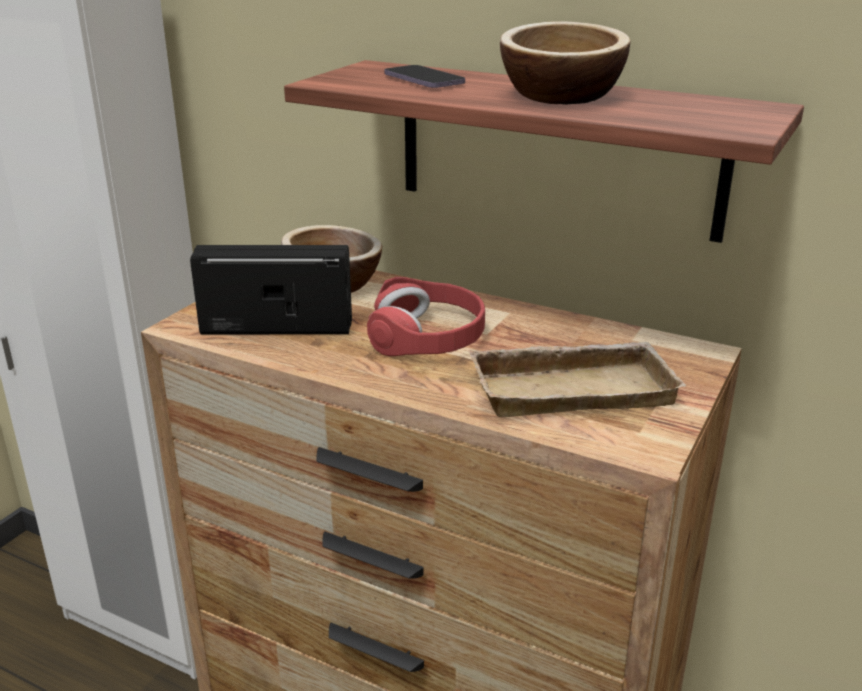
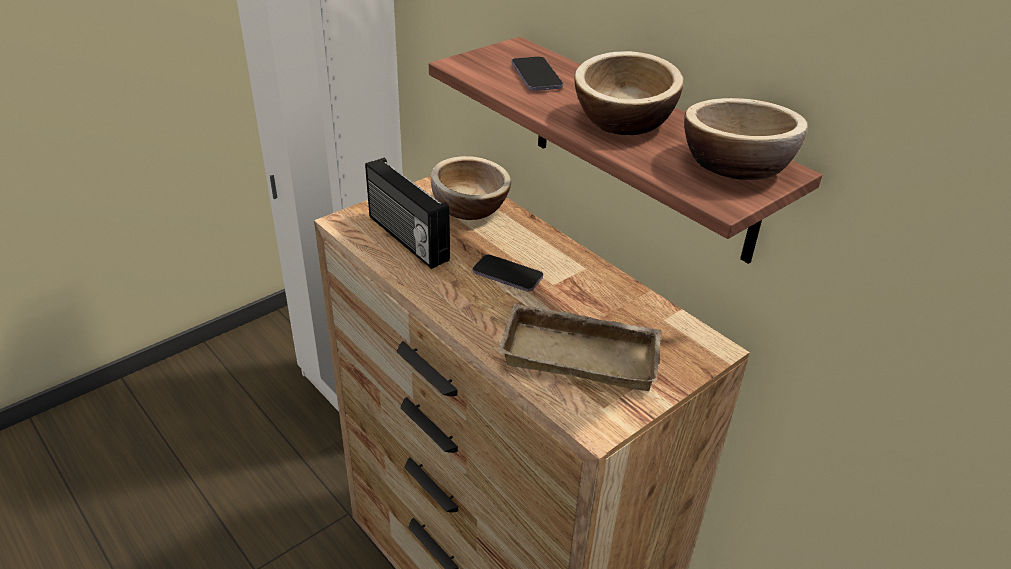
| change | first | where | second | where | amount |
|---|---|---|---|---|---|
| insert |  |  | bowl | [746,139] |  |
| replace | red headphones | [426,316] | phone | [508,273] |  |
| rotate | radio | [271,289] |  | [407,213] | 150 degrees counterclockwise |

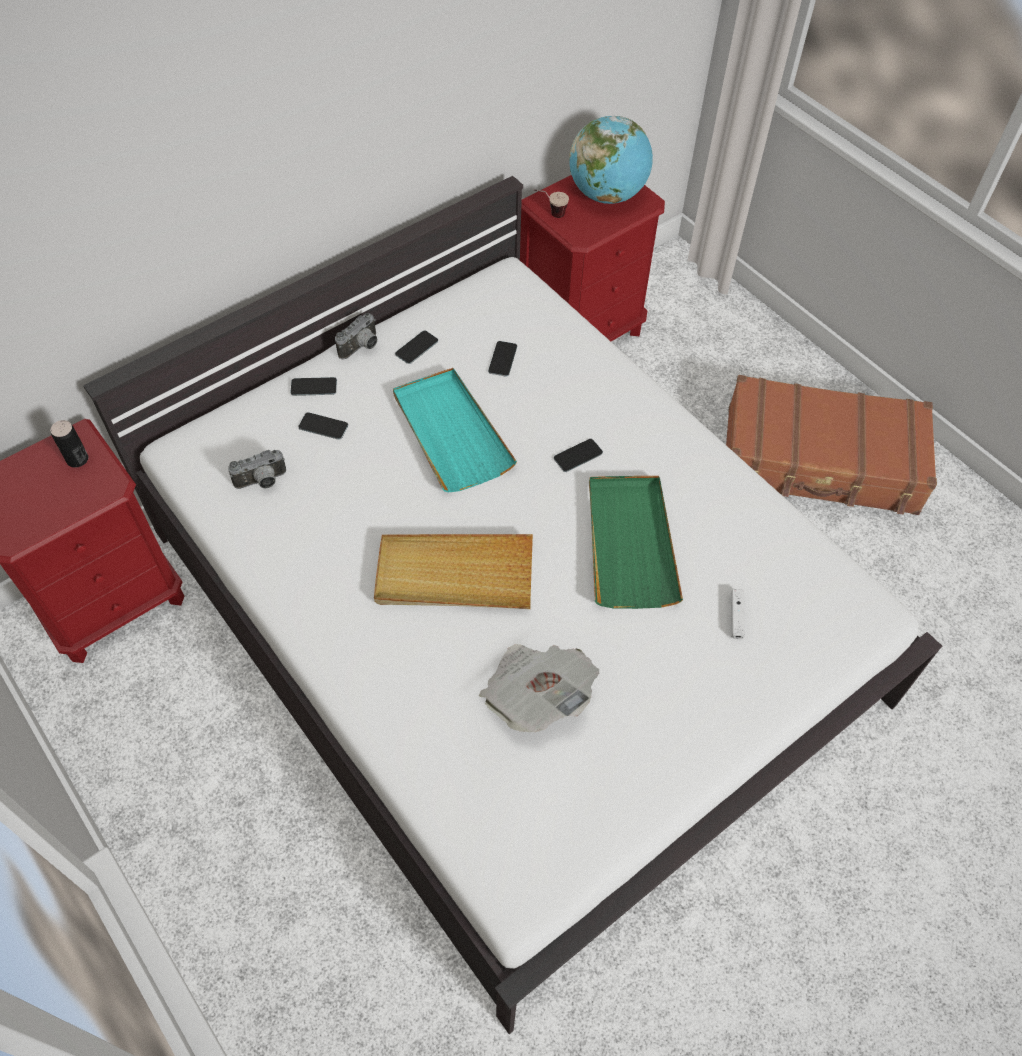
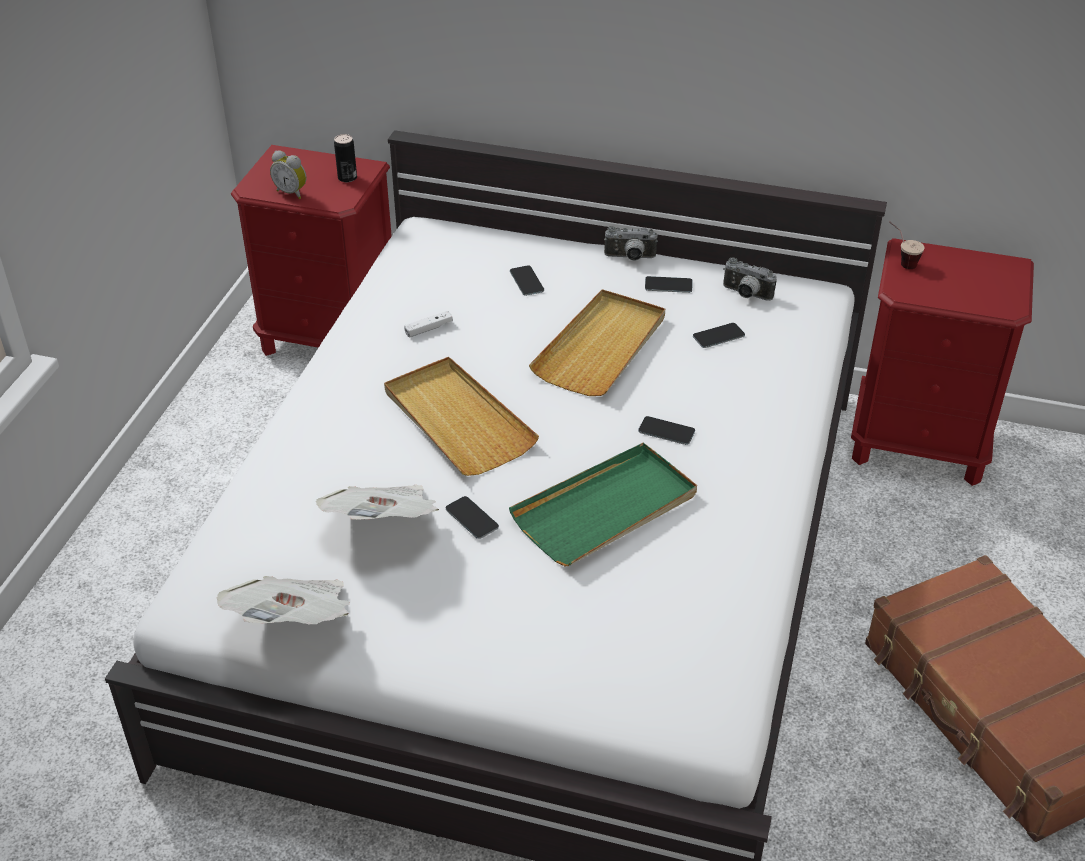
| change | first | where | second | where | amount |
|---|---|---|---|---|---|
| delete | globe | [611,160] |  |  |  |
| insert |  |  | newspaper | [283,600] |  |
| insert |  |  | alarm clock | [288,174] |  |
| move | photo camera | [257,469] |  | [750,279] |  |
| move | phone | [313,386] |  | [472,517] |  |
| move | white game controller | [738,614] |  | [428,324] |  |
| recolor | turquoise tray | [455,430] | beige tray | [597,342] |  |

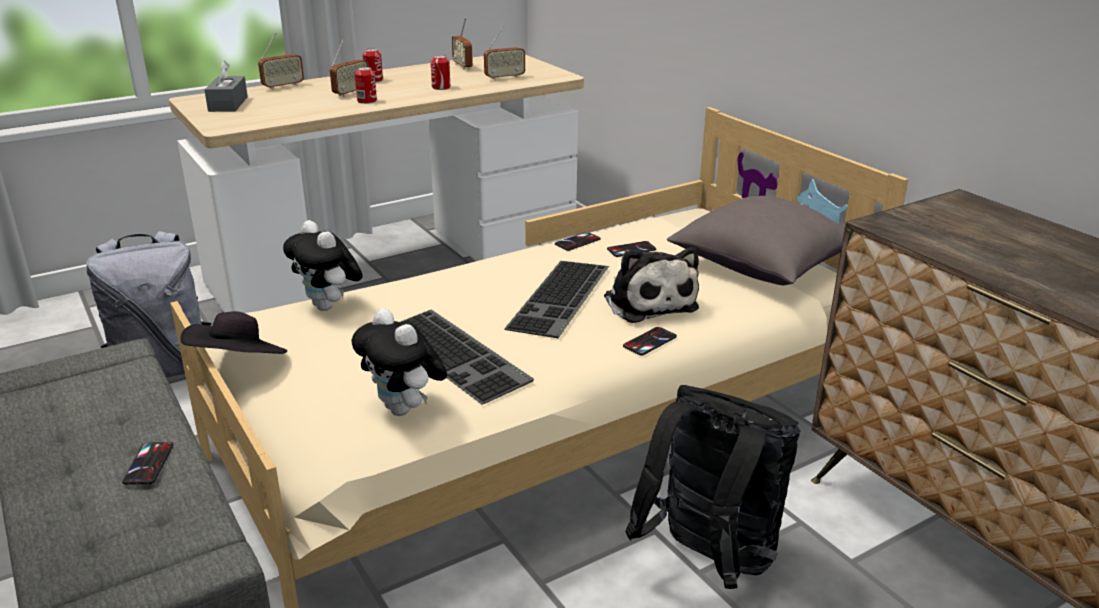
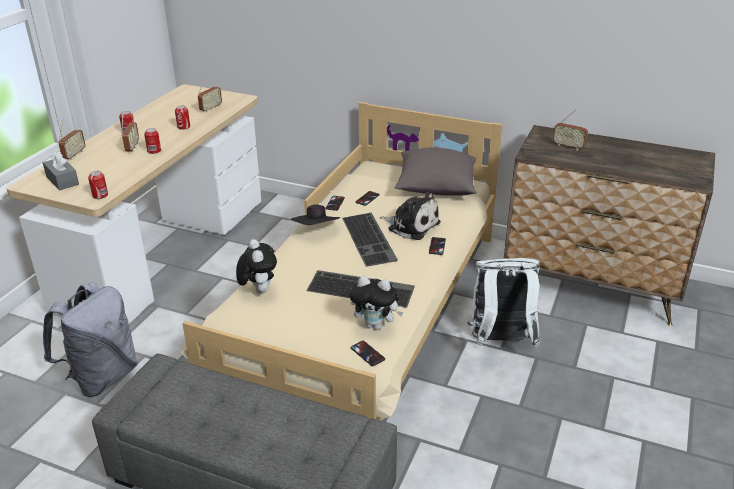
| change | first | where | second | where | amount |
|---|---|---|---|---|---|
| insert |  |  | can | [98,185] |  |
| move | phone | [147,463] |  | [368,353] |  |
| move | black hat | [233,332] |  | [316,214] |  |
| move | radio | [462,43] |  | [570,129] |  |
| recolor | black backpack | [712,487] | white backpack | [503,302] |  |
| rotate | plush toy | [323,265] |  | [256,266] | 120 degrees counterclockwise |

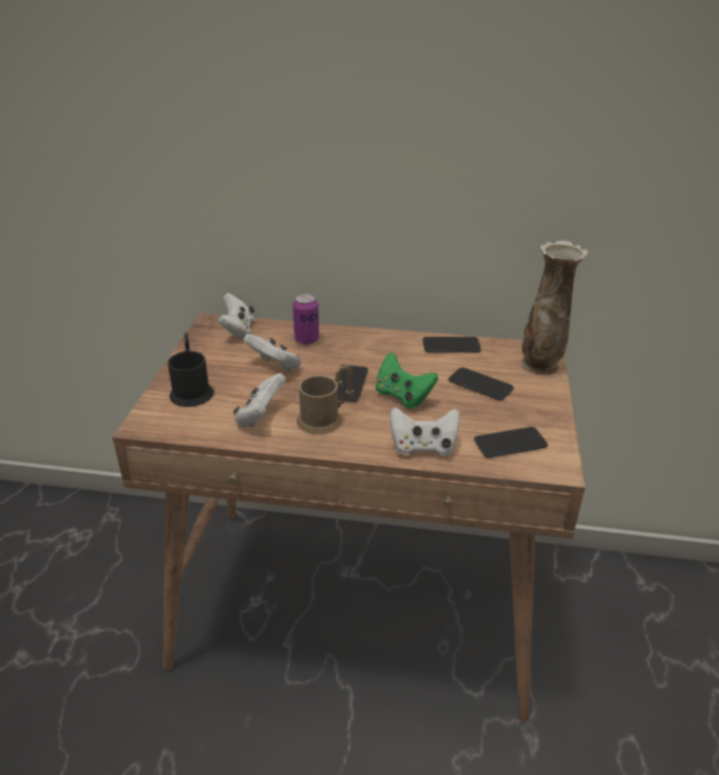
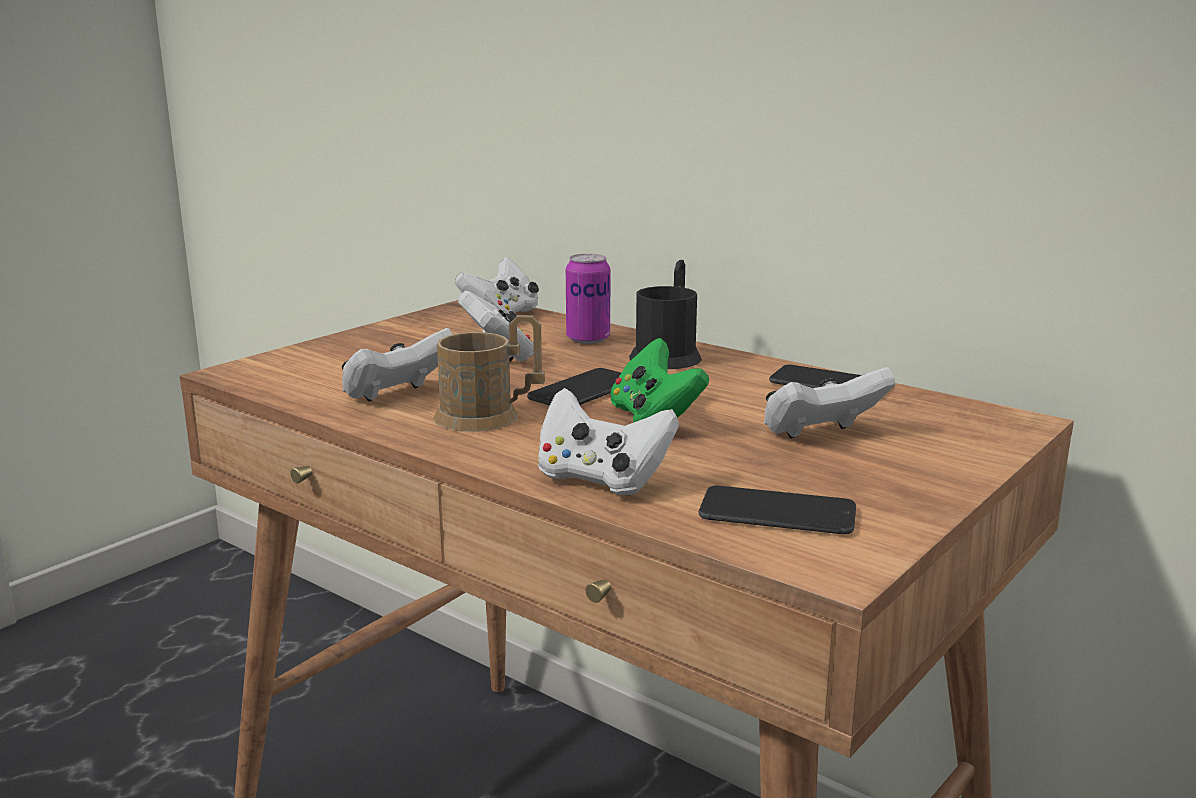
| change | first | where | second | where | amount |
|---|---|---|---|---|---|
| delete | vase | [554,308] |  |  |  |
| move | black mug | [191,370] |  | [665,314] |  |
| replace | phone | [481,384] | white game controller | [829,402] |  |

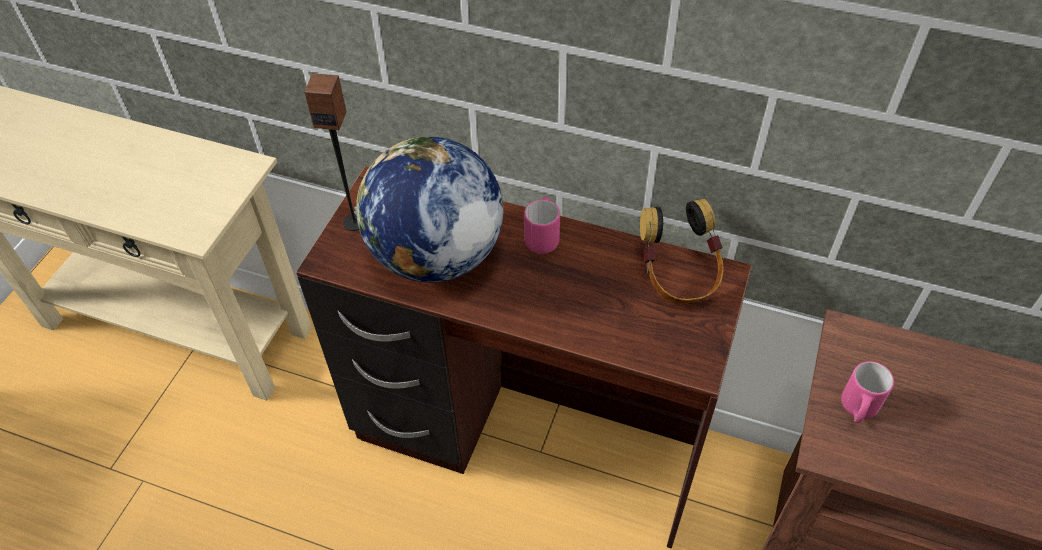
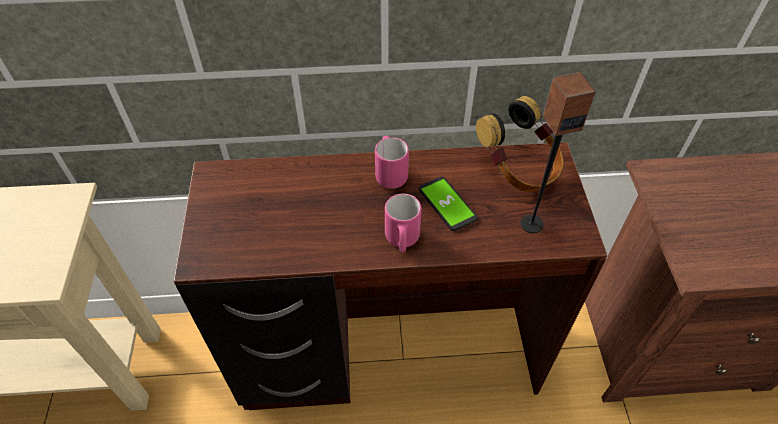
| change | first | where | second | where | amount |
|---|---|---|---|---|---|
| delete | globe | [428,209] |  |  |  |
| insert |  |  | phone | [448,204] |  |
| move | speaker | [331,152] |  | [557,152] |  |
| move | pink mug | [867,392] |  | [403,223] |  |

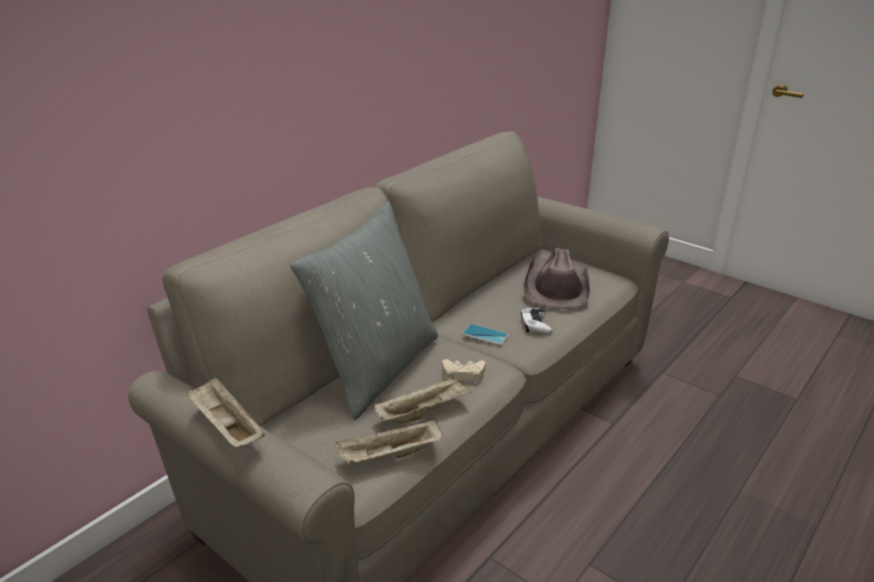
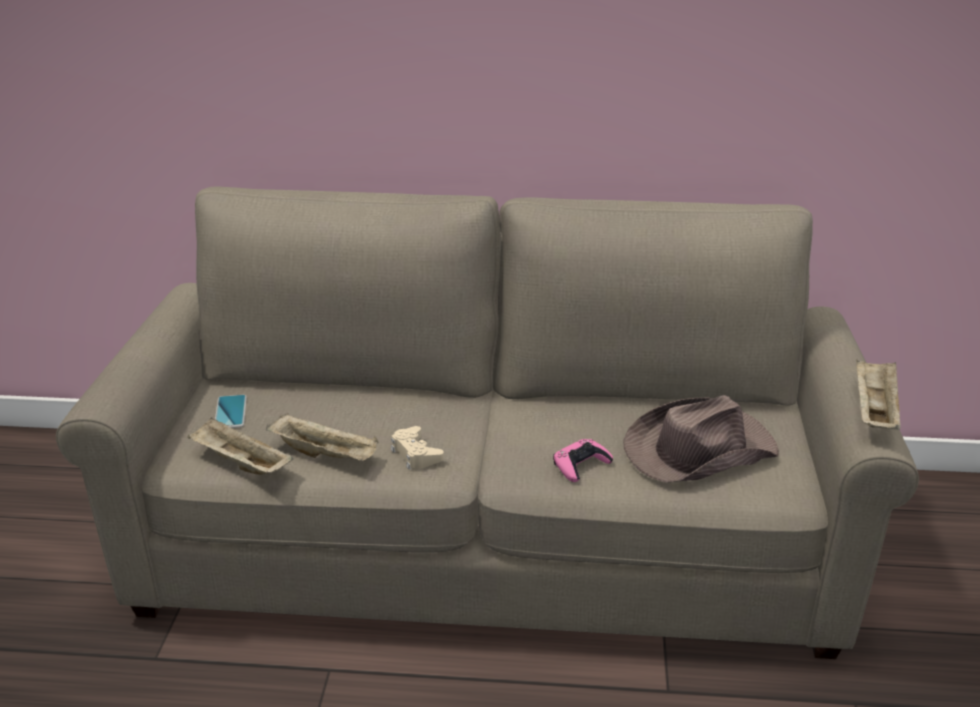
| change | first | where | second | where | amount |
|---|---|---|---|---|---|
| delete | grey pillow | [364,311] |  |  |  |
| move | beige tray | [226,412] |  | [878,394] |  |
| move | phone | [485,334] |  | [231,411] |  |
| recolor | white game controller | [537,321] | pink game controller | [583,460] |  |

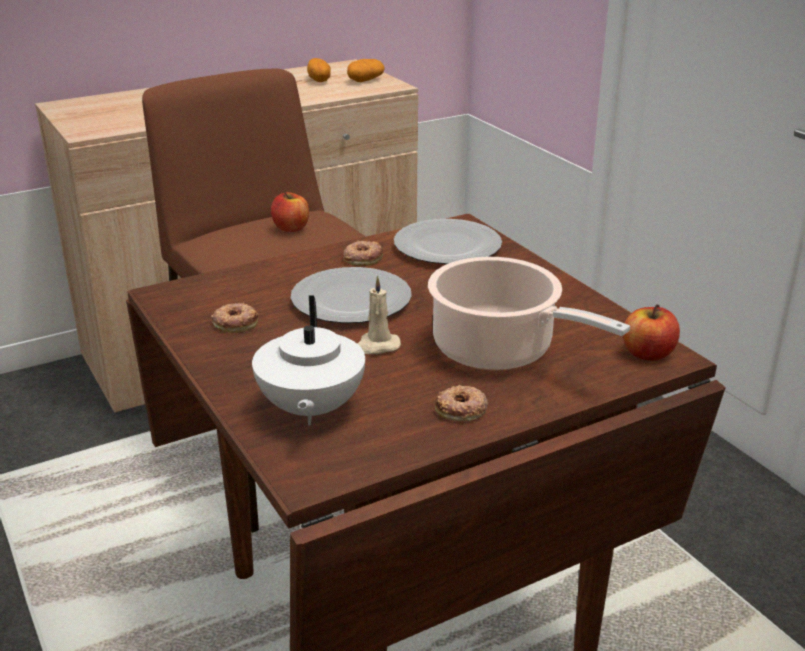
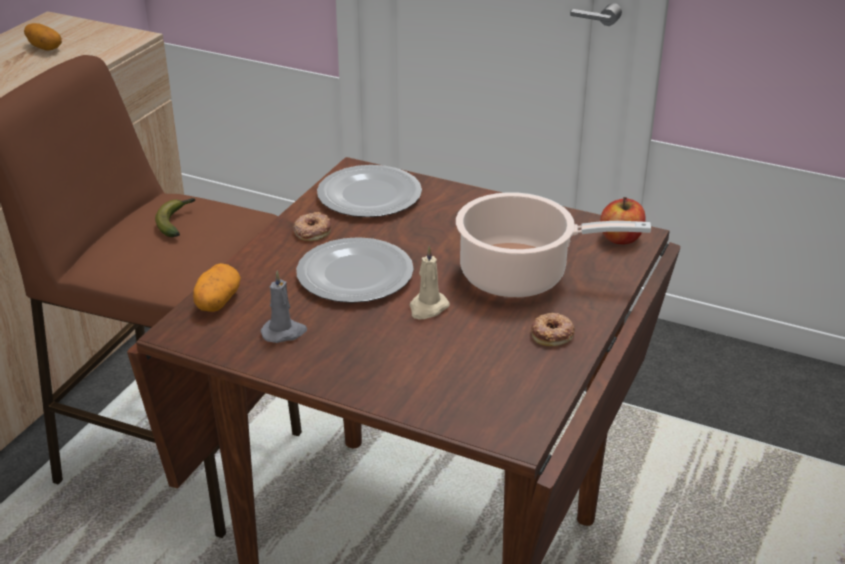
| change | first | where | second | where | amount |
|---|---|---|---|---|---|
| delete | white teapot | [308,361] |  |  |  |
| move | potato | [366,70] |  | [217,287] |  |
| replace | donut | [235,318] | grey candle | [284,306] |  |
| replace | apple | [290,212] | banana | [175,217] |  |

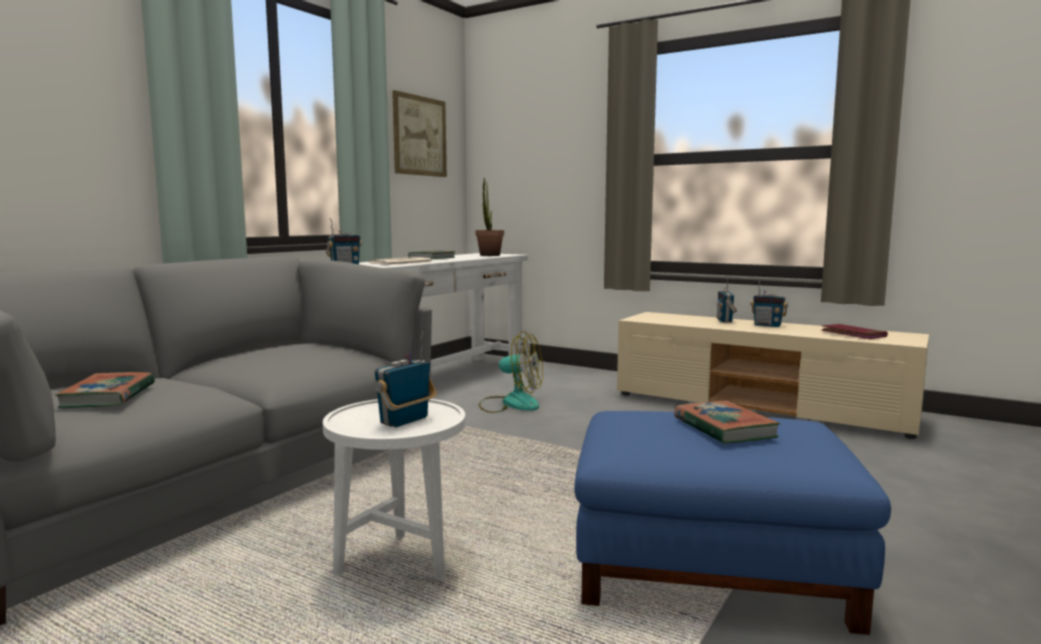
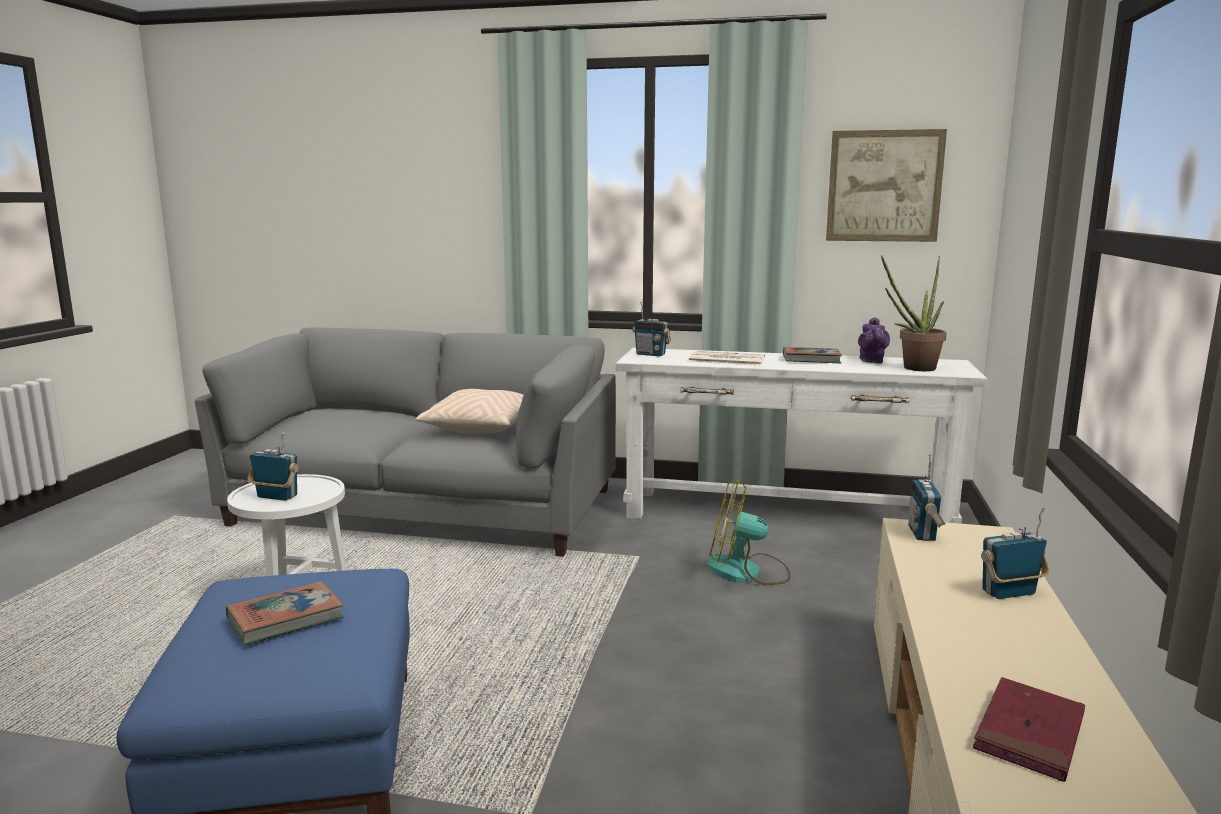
| change | first | where | second | where | amount |
|---|---|---|---|---|---|
| delete | book | [105,390] |  |  |  |
| insert |  |  | beige pillow | [470,411] |  |
| insert |  |  | purple teapot | [874,340] |  |
| move | radio | [769,303] |  | [926,498] |  |
| rotate | fan | [511,372] |  | [749,532] | 105 degrees clockwise |

